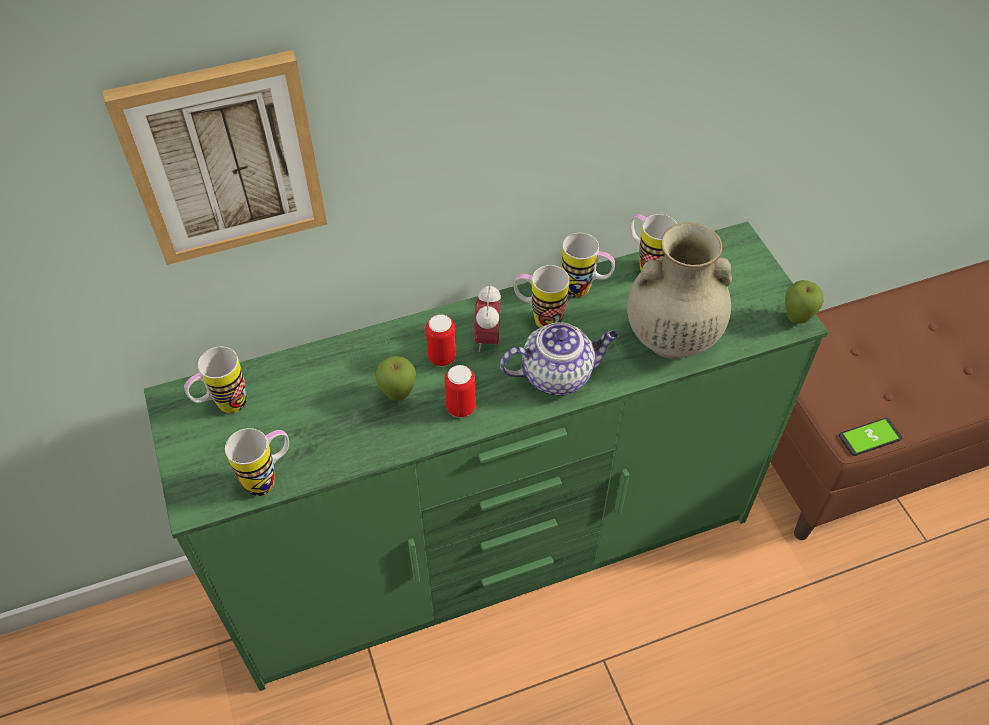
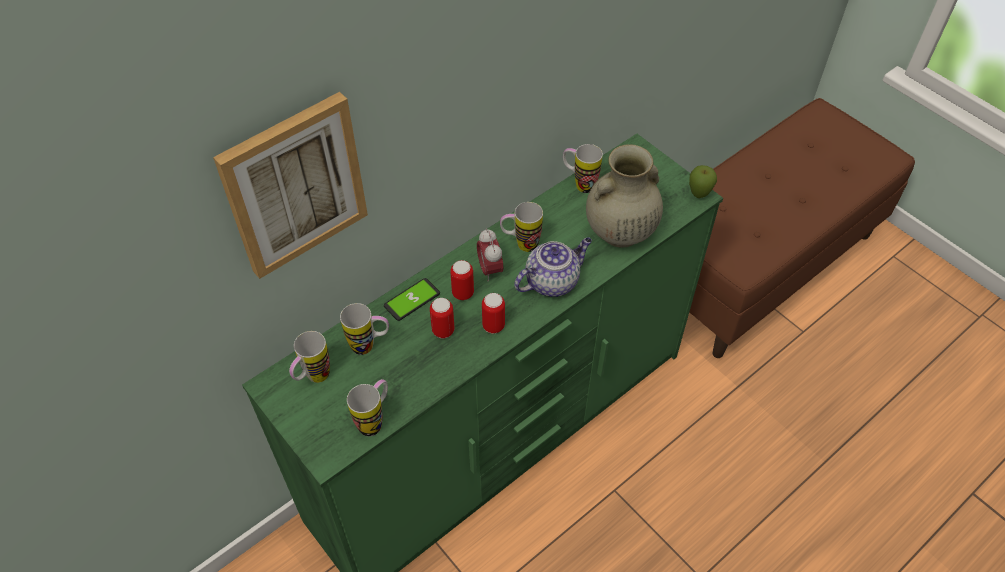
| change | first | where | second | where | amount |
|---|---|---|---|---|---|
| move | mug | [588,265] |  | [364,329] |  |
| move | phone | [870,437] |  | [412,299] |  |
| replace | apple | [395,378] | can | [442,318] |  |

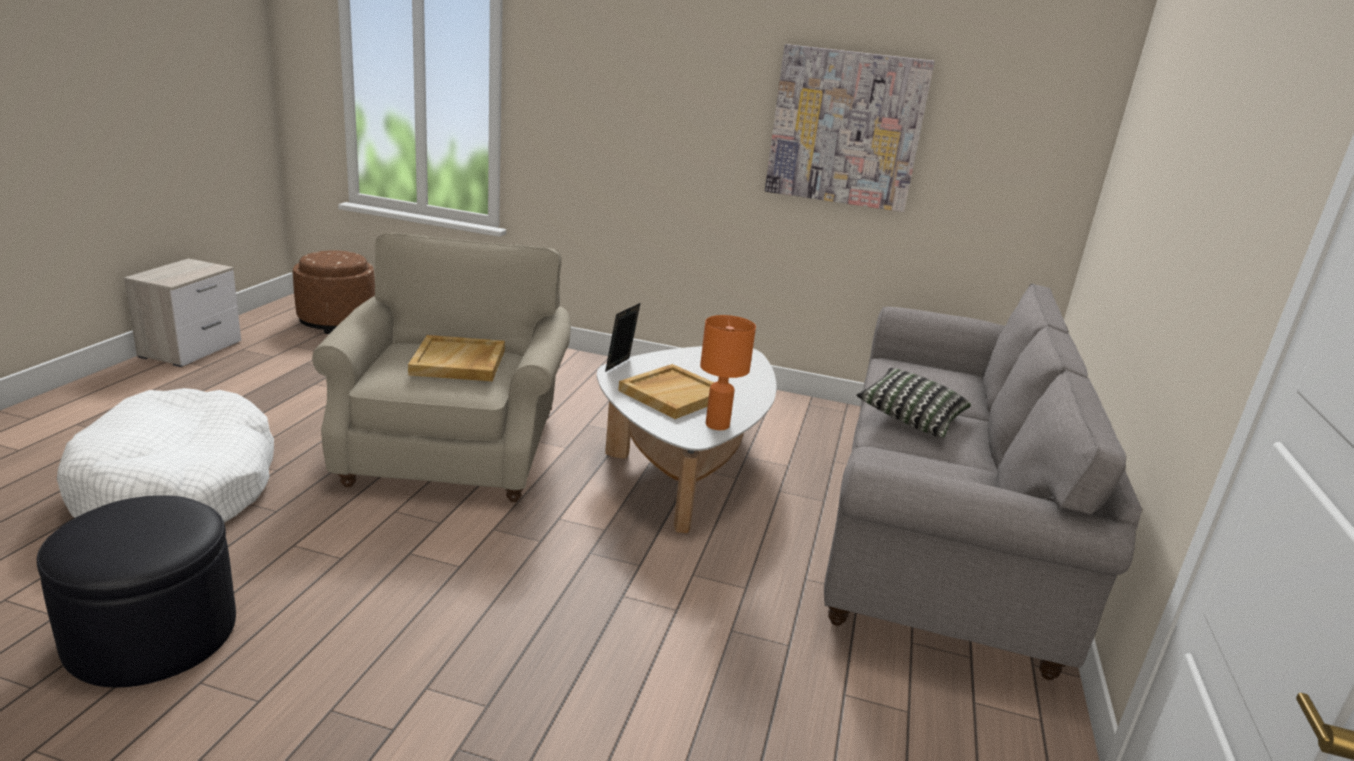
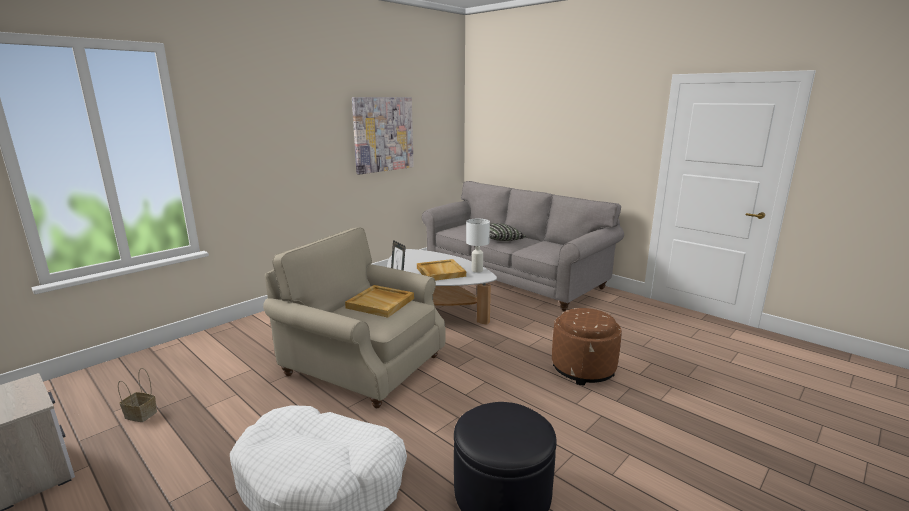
| change | first | where | second | where | amount |
|---|---|---|---|---|---|
| insert |  |  | basket | [137,395] |  |
| move | brown ottoman | [334,292] |  | [587,347] |  |
| recolor | orange table lamp | [728,372] | white table lamp | [478,246] |  |

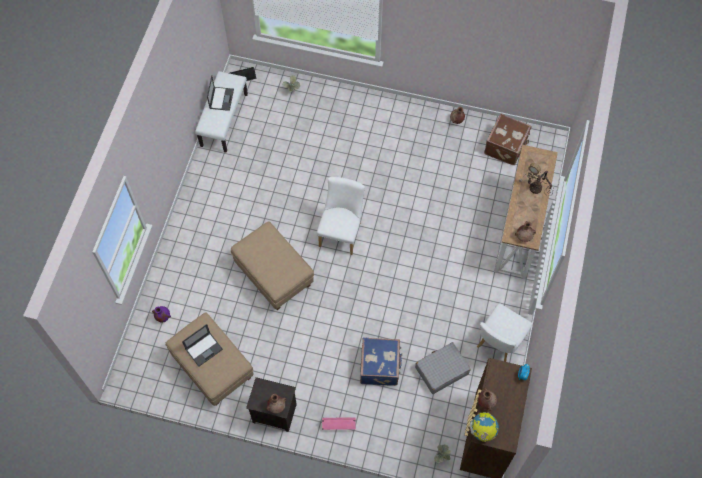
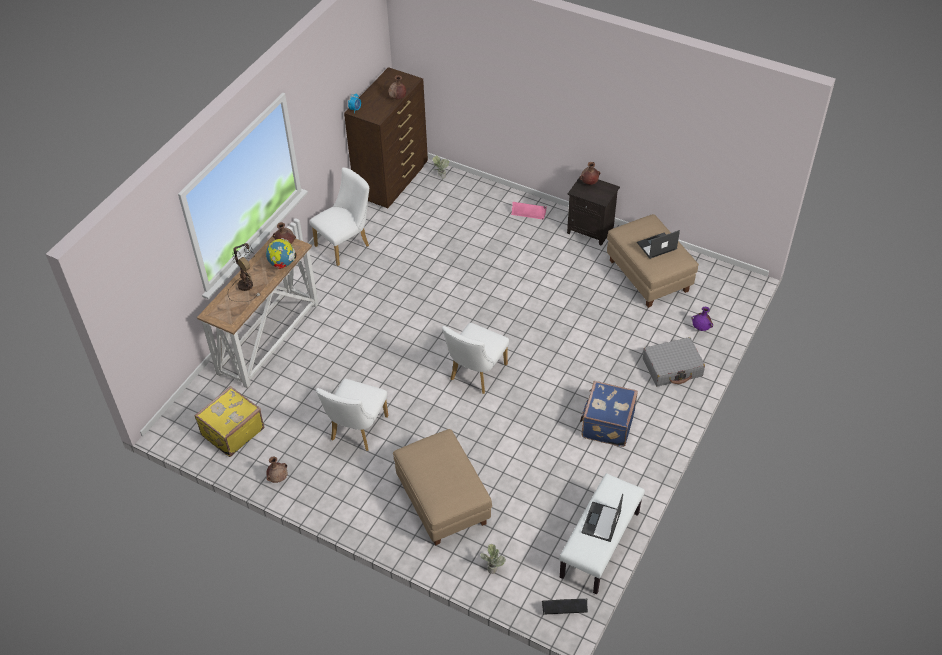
| change | first | where | second | where | amount |
|---|---|---|---|---|---|
| insert |  |  | white chair | [352,415] |  |
| move | beige ottoman | [272,265] |  | [442,487] |  |
| move | blue suitcase | [381,361] |  | [609,414] |  |
| move | grey suitcase | [443,368] |  | [674,362] |  |
| move | globe | [484,427] |  | [281,253] |  |
| recolor | brown suitcase | [507,139] | yellow suitcase | [230,421] |  |

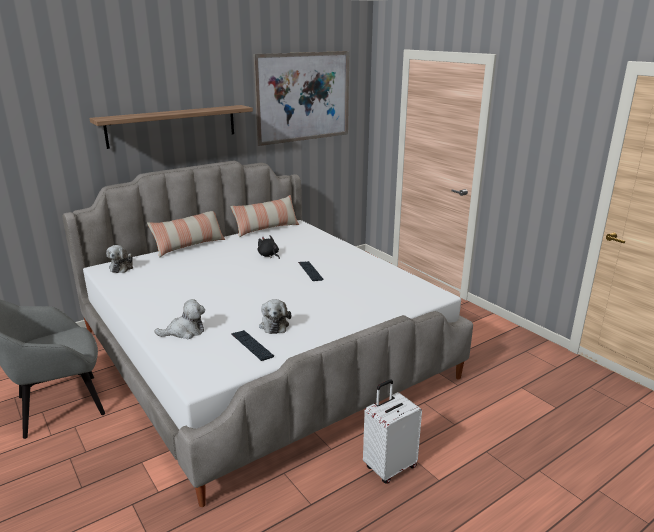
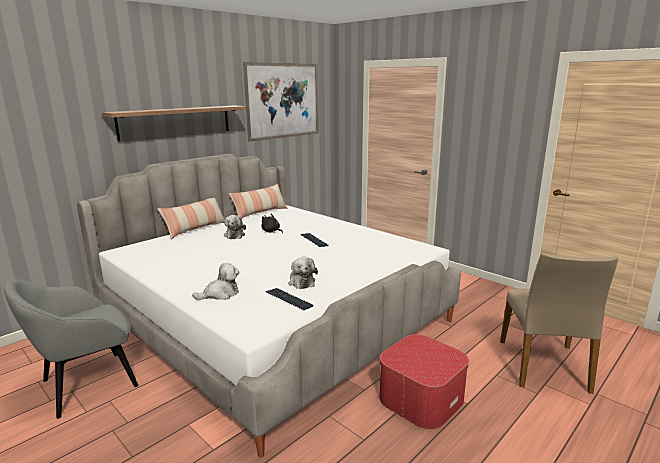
| change | first | where | second | where | amount |
|---|---|---|---|---|---|
| insert |  |  | beige chair | [559,323] |  |
| move | plush toy | [119,259] |  | [235,227] |  |
| replace | white suitcase | [392,432] | ottoman | [424,381] |  |

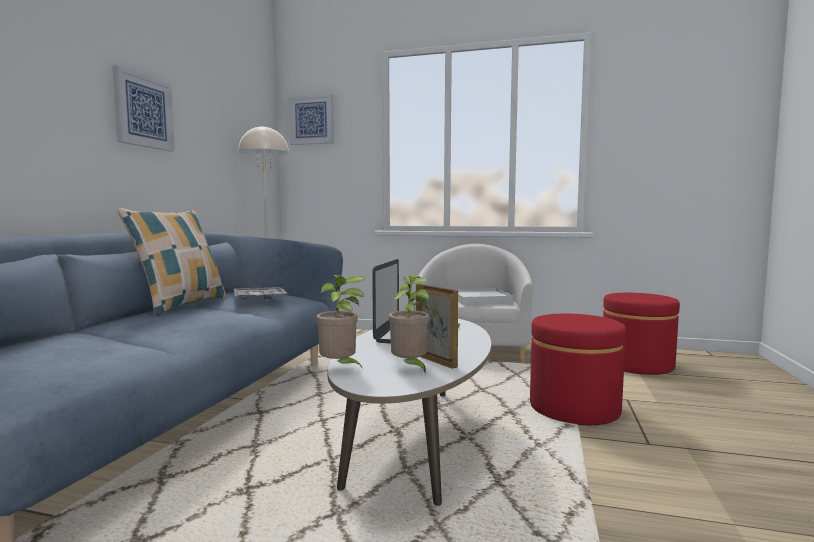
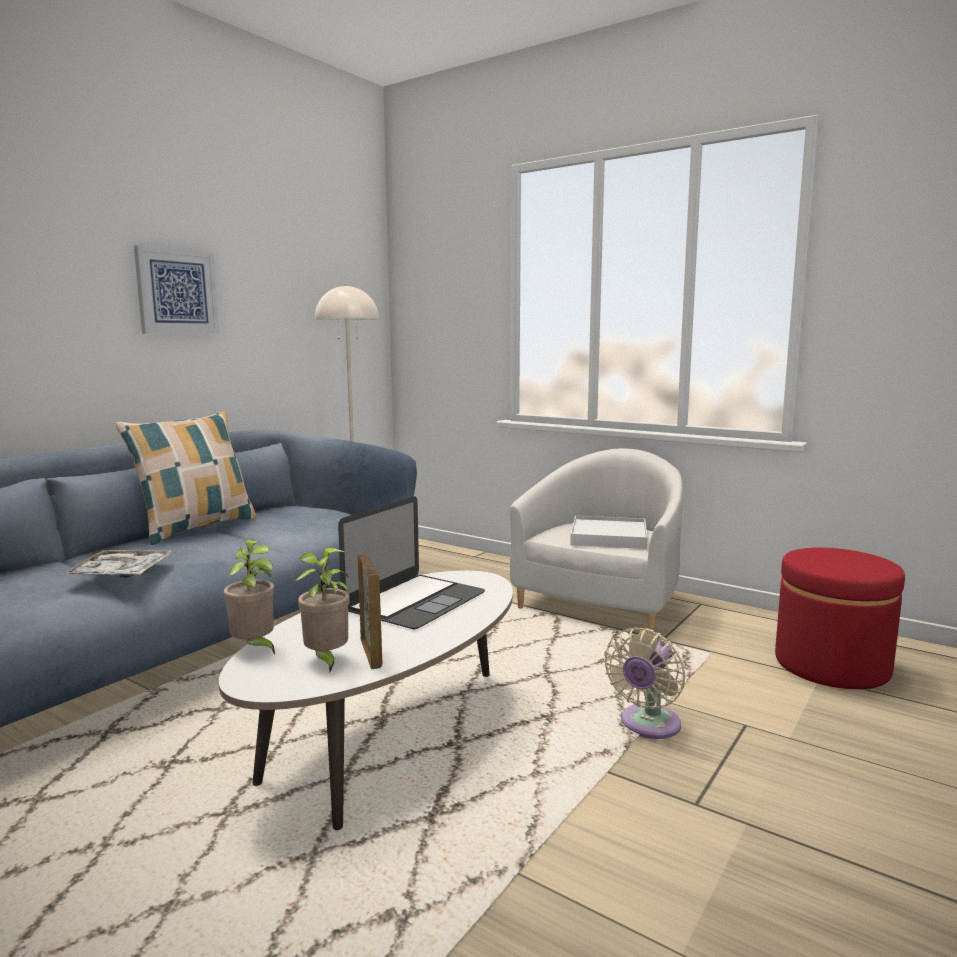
| change | first | where | second | where | amount |
|---|---|---|---|---|---|
| delete | picture | [311,119] |  |  |  |
| move | tray | [260,293] |  | [117,564] |  |
| replace | red ottoman | [578,369] | beige fan | [644,683] |  |

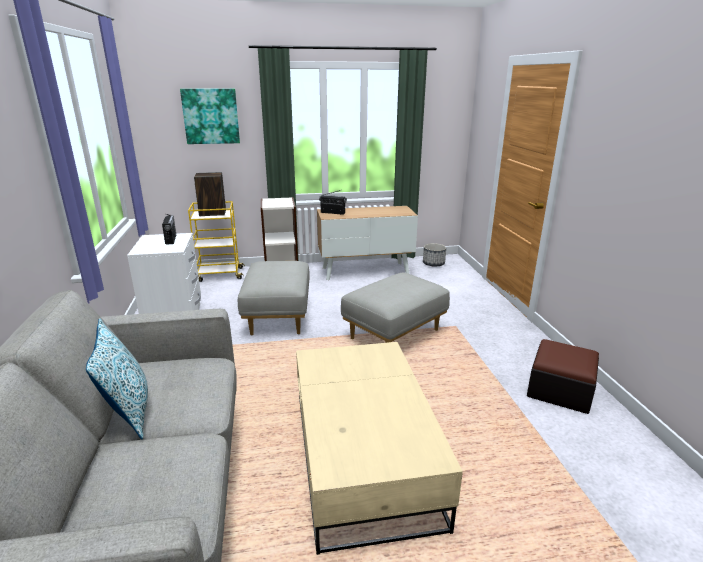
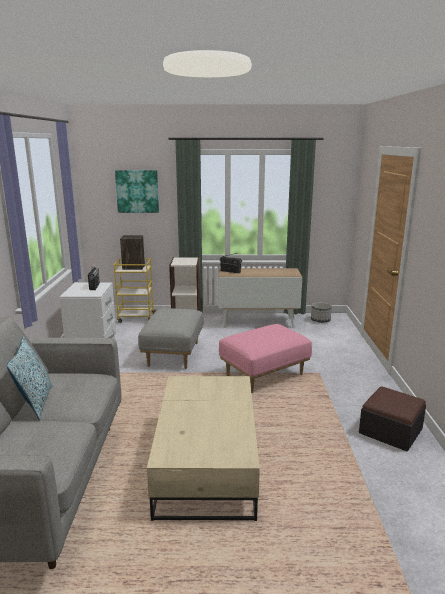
| change | first | where | second | where | amount |
|---|---|---|---|---|---|
| recolor | grey ottoman | [395,308] | pink ottoman | [265,358] |  |

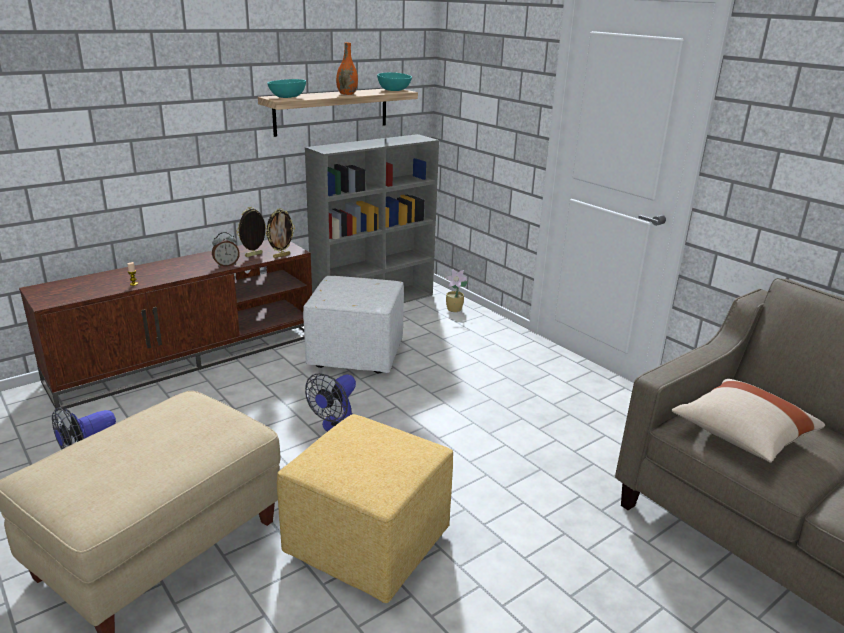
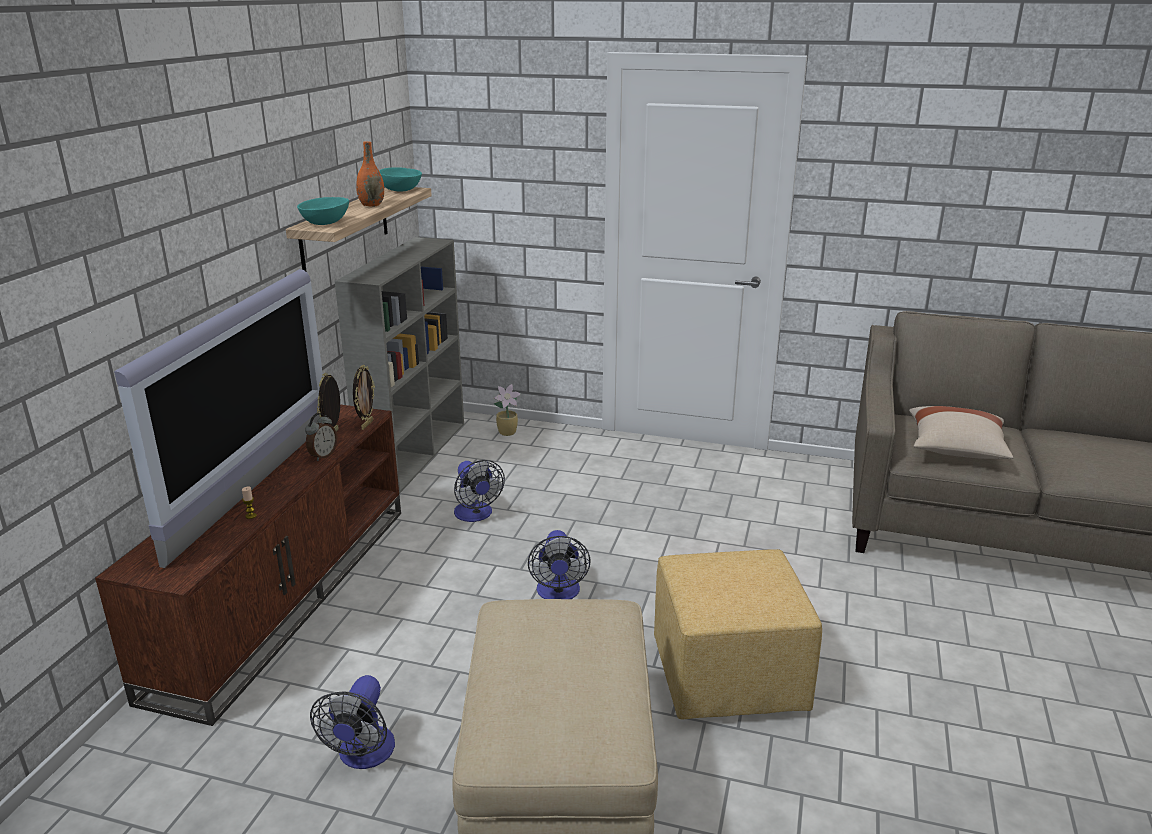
| change | first | where | second | where | amount |
|---|---|---|---|---|---|
| insert |  |  | television | [219,418] |  |
| replace | white ottoman | [353,324] | fan | [479,491] |  |

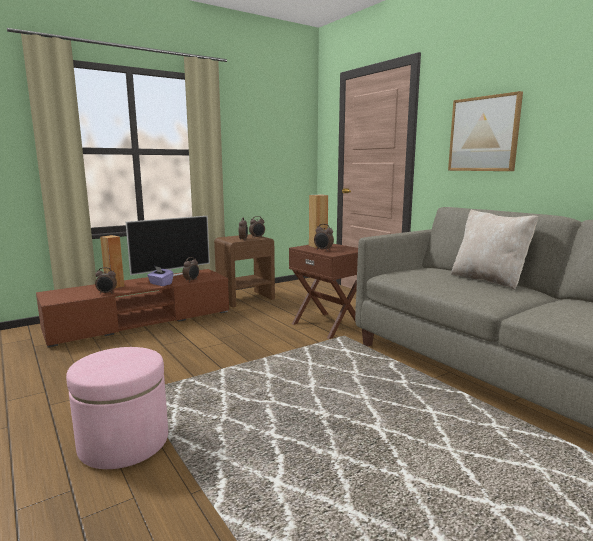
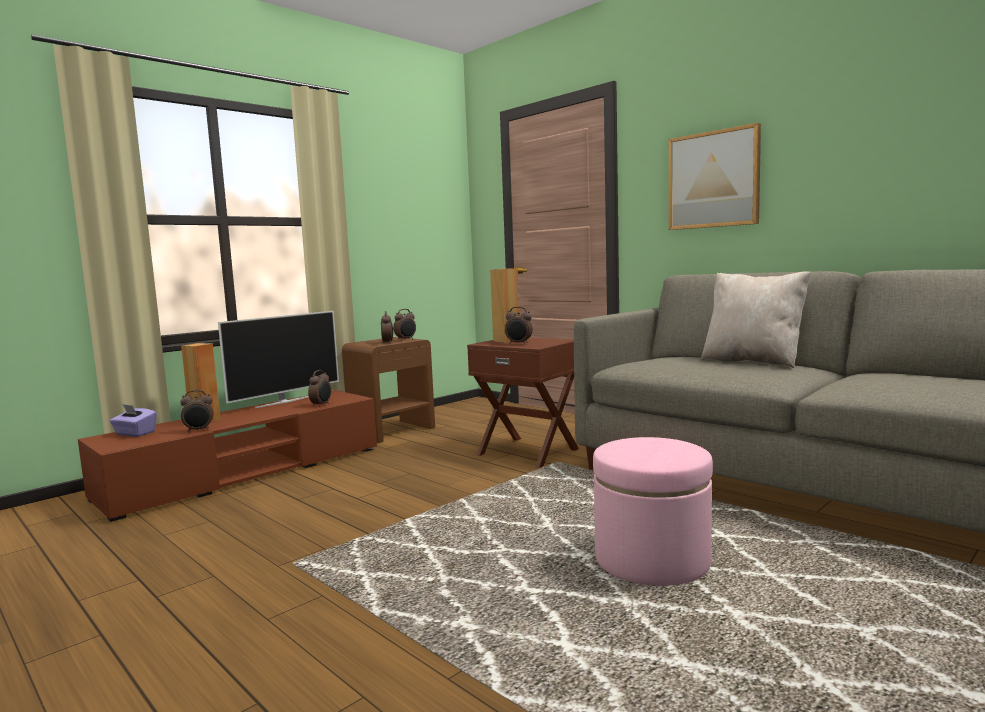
| change | first | where | second | where | amount |
|---|---|---|---|---|---|
| move | pink ottoman | [117,408] |  | [653,511] |  |
| move | purple tissue box | [160,276] |  | [133,420] |  |

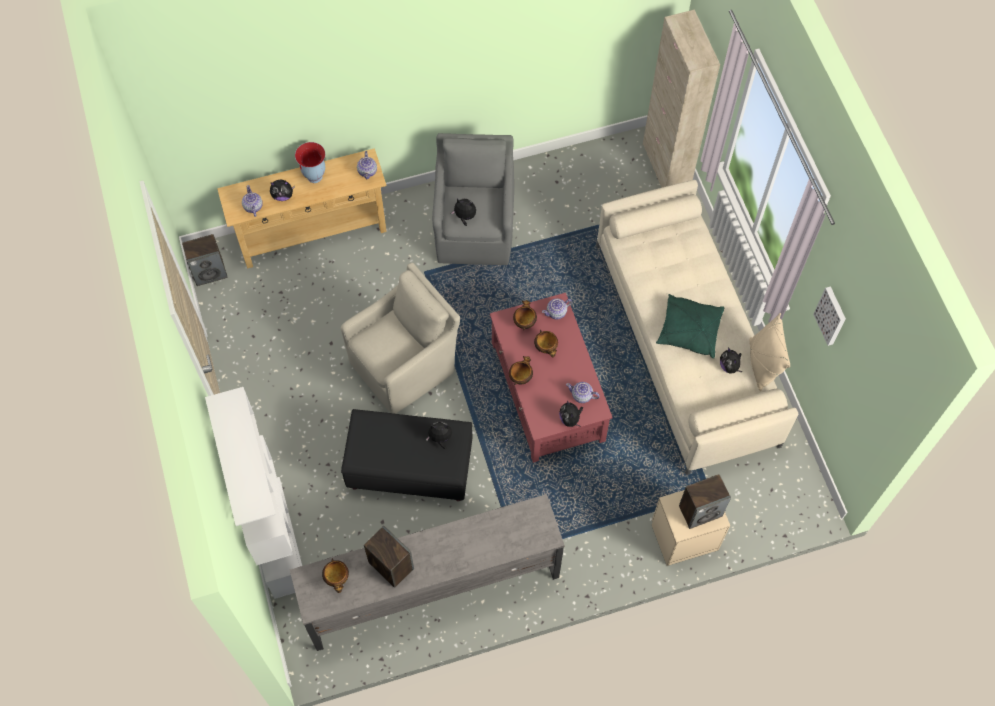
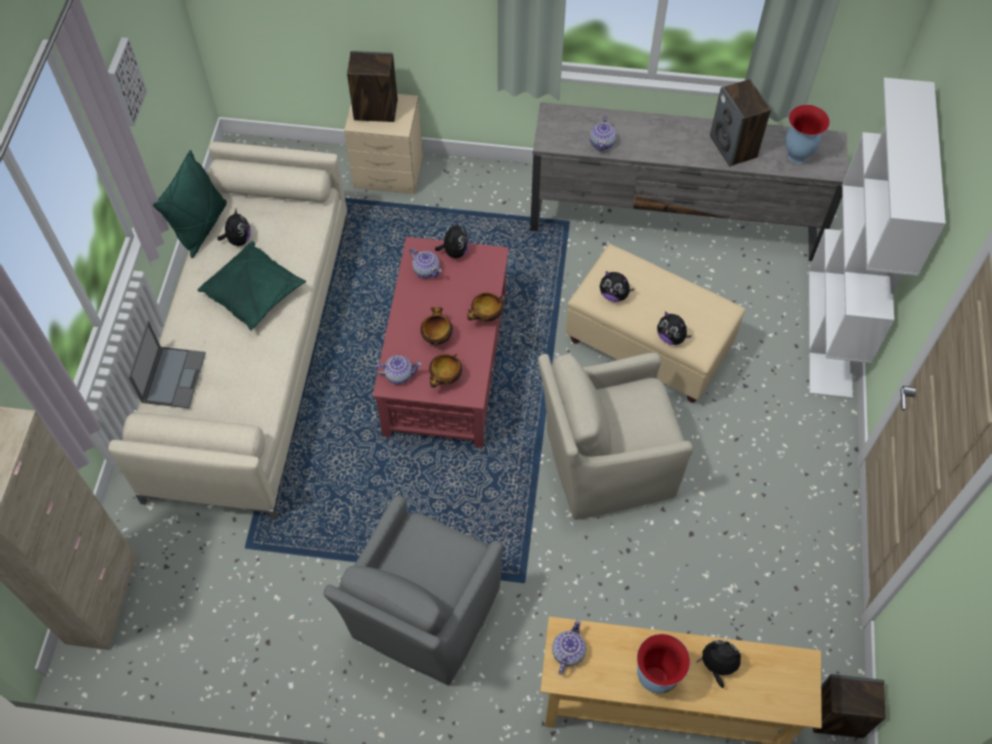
| change | first | where | second | where | amount |
|---|---|---|---|---|---|
| insert |  |  | laptop | [167,364] |  |
| move | teapot | [252,201] |  | [603,134] |  |
| move | plush toy | [463,212] |  | [674,328] |  |
| replace | bowl | [335,575] | vase | [807,134] |  |
| recolor | black ottoman | [406,455] | beige ottoman | [656,323] |  |
| recolor | beige pillow | [769,352] | green pillow | [190,204] |  |

